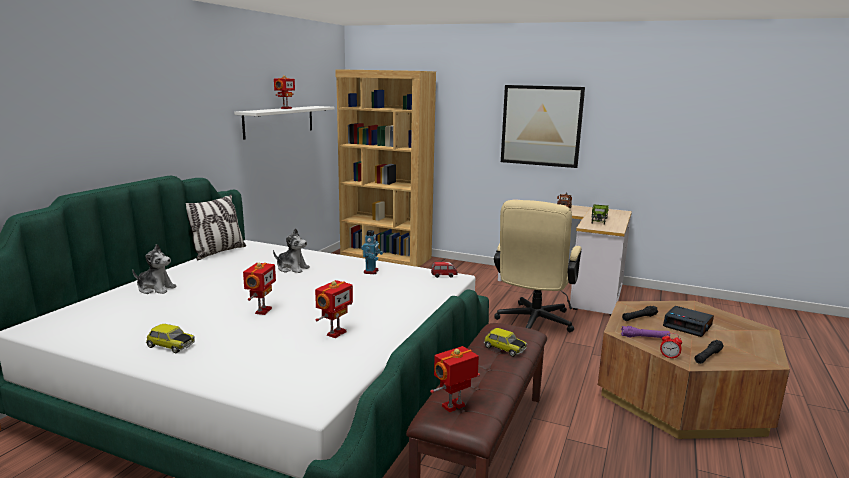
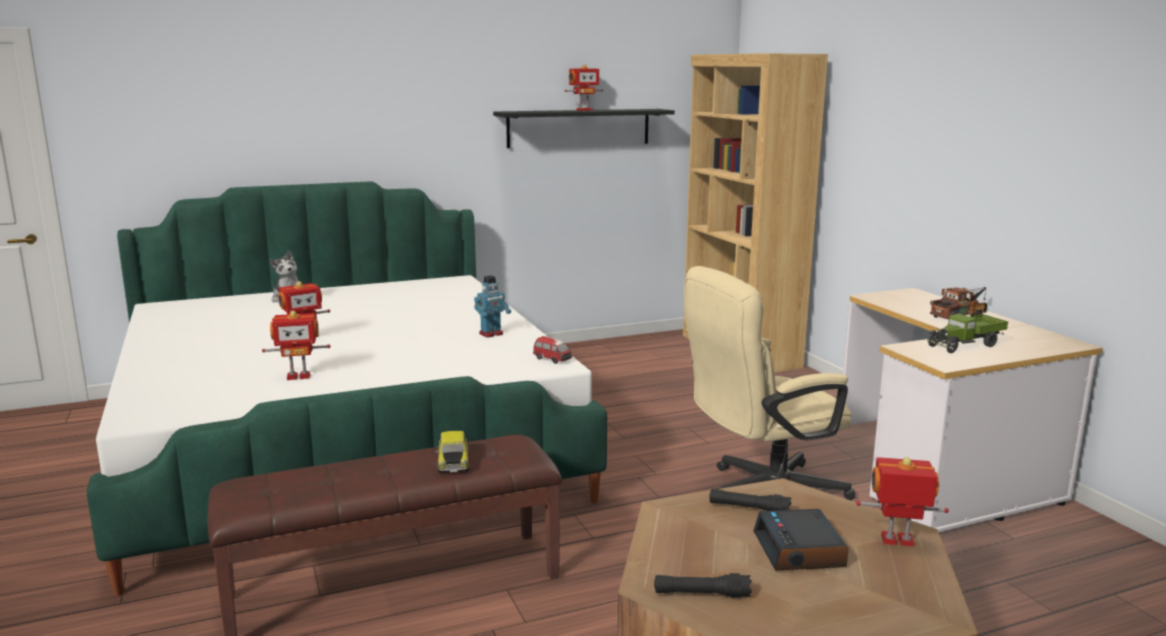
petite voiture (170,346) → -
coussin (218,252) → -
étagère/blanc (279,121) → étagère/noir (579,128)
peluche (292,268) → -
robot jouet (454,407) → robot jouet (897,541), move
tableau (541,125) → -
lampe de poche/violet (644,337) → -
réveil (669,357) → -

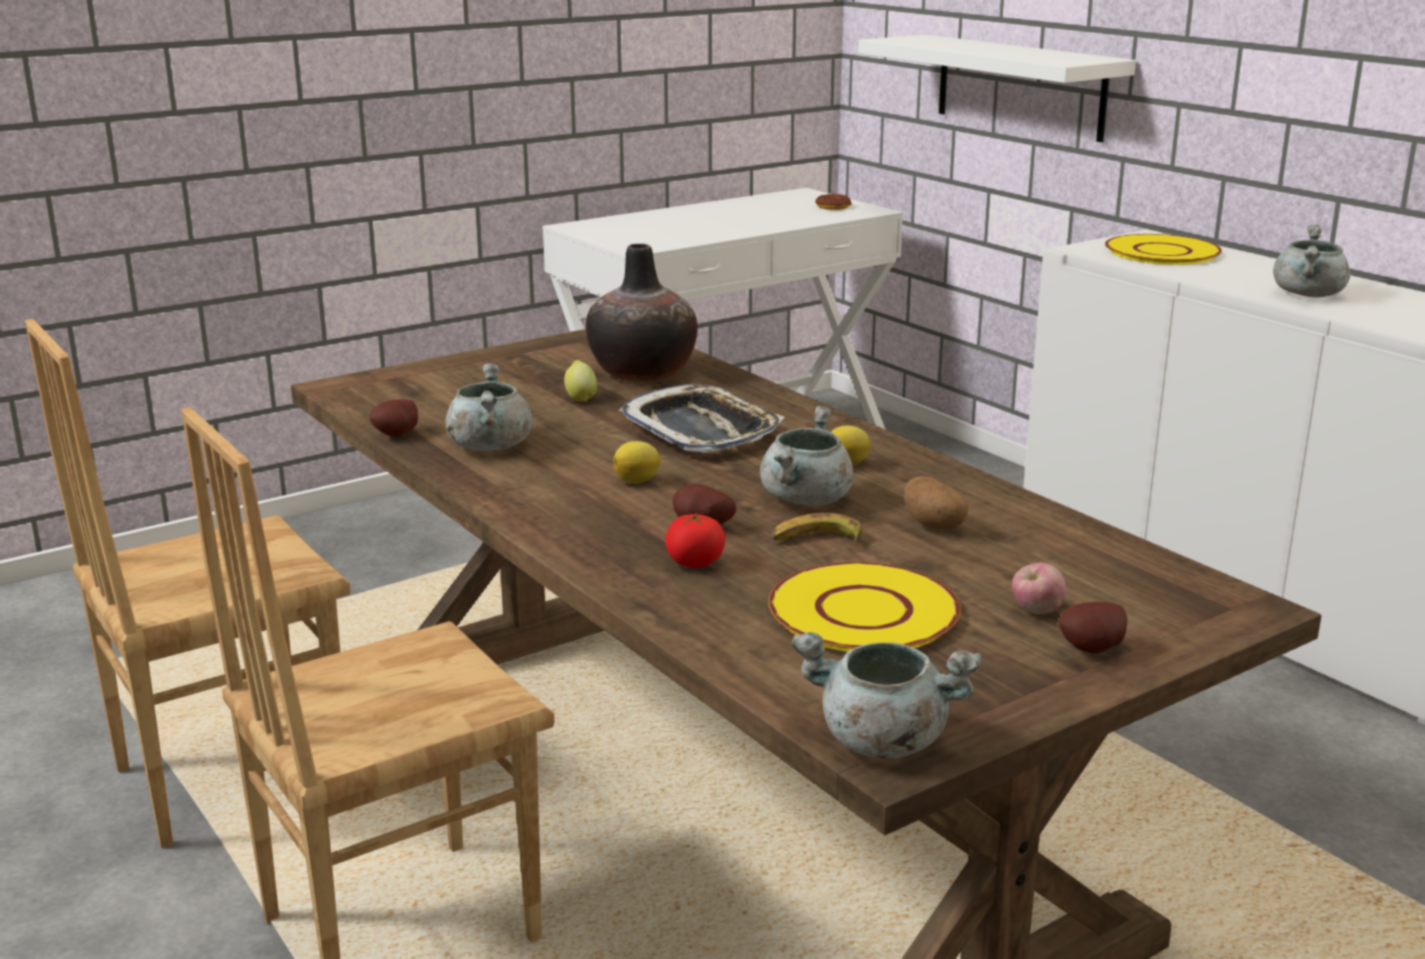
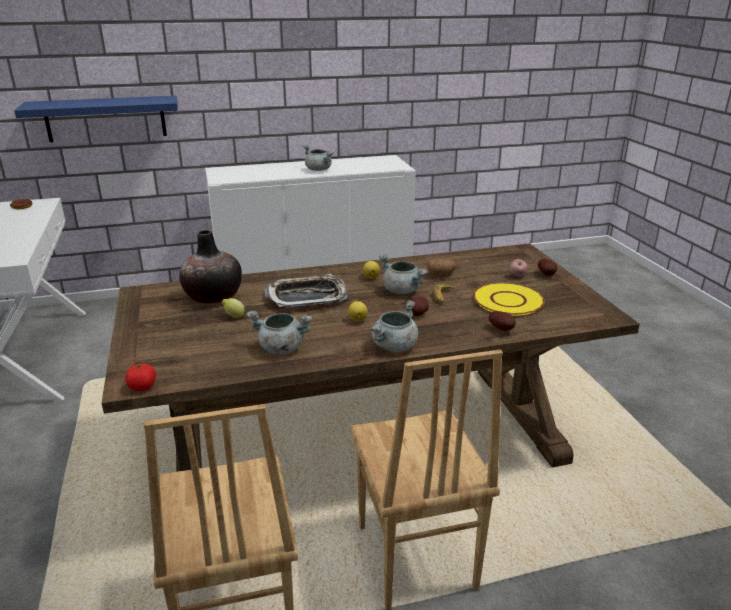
pomme de terre (399,435) → pomme de terre (502,329), move
tomate (695,563) → tomate (142,387), move
marmite/gris (880,741) → marmite/gris (394,347), move
étagère/blanc (1020,86) → étagère/bleu (106,118)
assiette/jaune (1163,252) → -

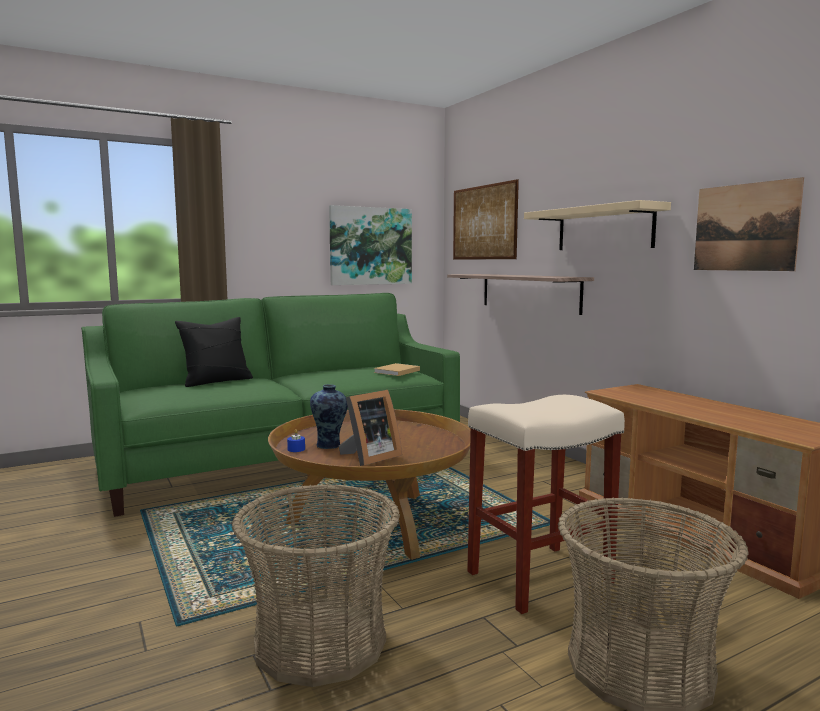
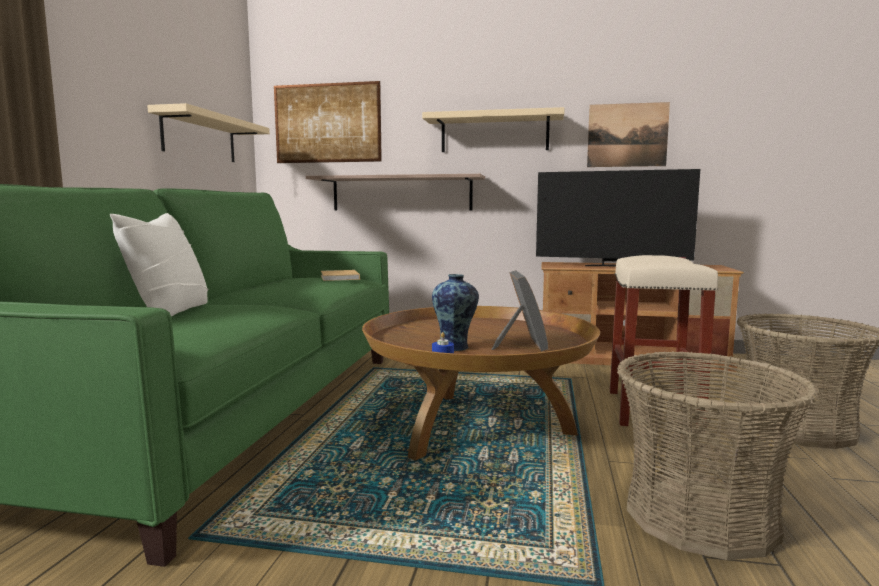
coussin/noir (216,381) → coussin/blanc (170,312)
tableau (370,246) → étagère/beige (199,137)
- → téléviseur (611,266)

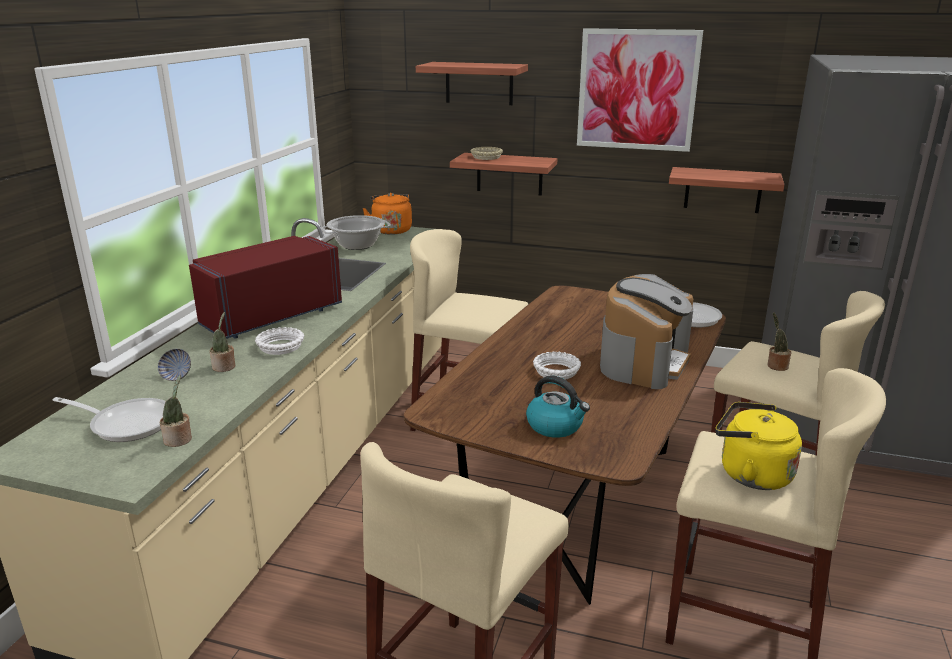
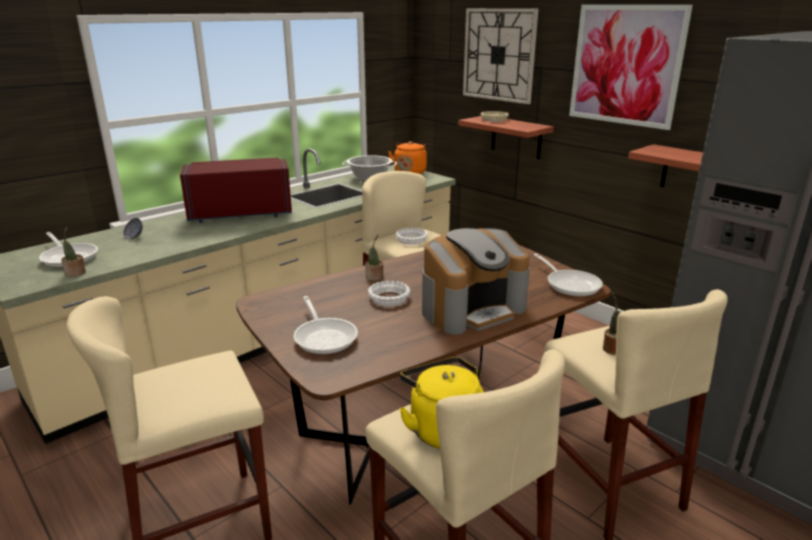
plante en pot (225,367) → plante en pot (374,277), move
bol/blanc (280,346) → bol/blanc (411,240), move
étagère (479,83) → horloge murale (499,55)
bouilloire (555,426) → poêle (324,336)

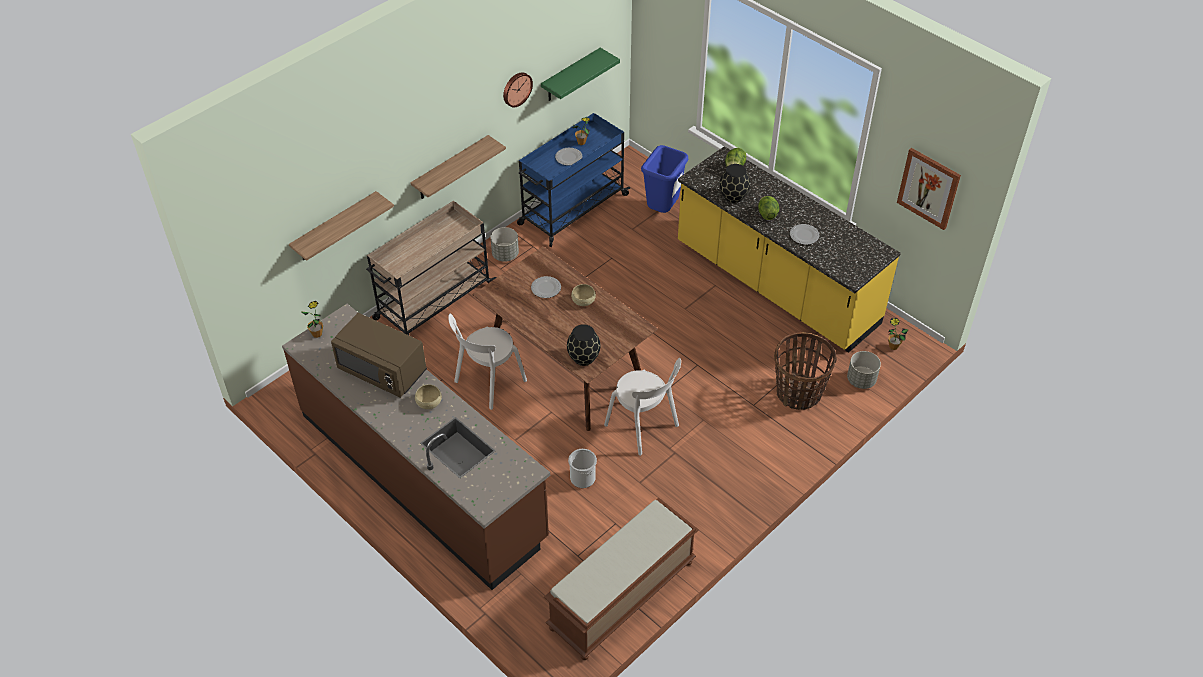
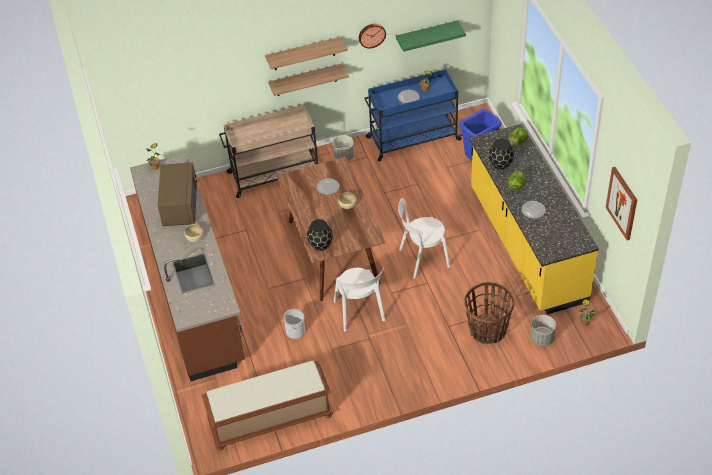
étagère (335,227) → étagère (304,54), move
micro-ondes/marron (383,370) → micro-ondes/marron (180,206), 150 degrees counterclockwise
chaise/blanc (488,383) → chaise/blanc (422,259), move

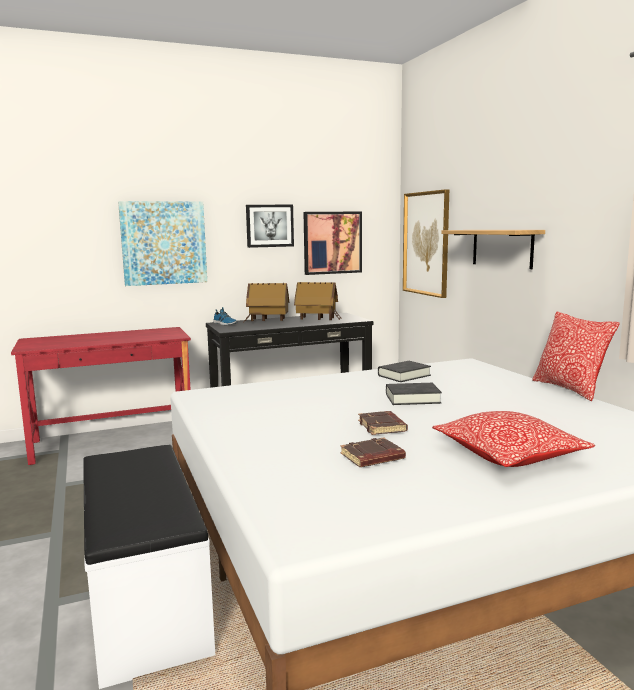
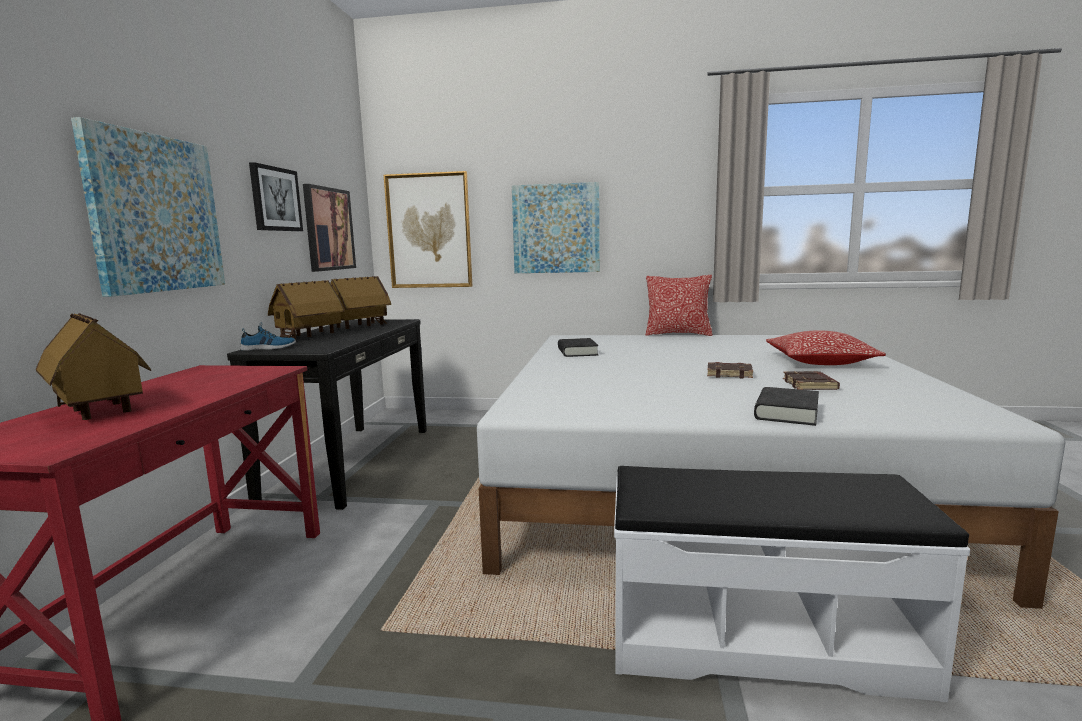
livre/noir (412,398) → livre/noir (786,412), move
étagère (502,248) → tableau (556,228)
- → maison miniature (99,411)

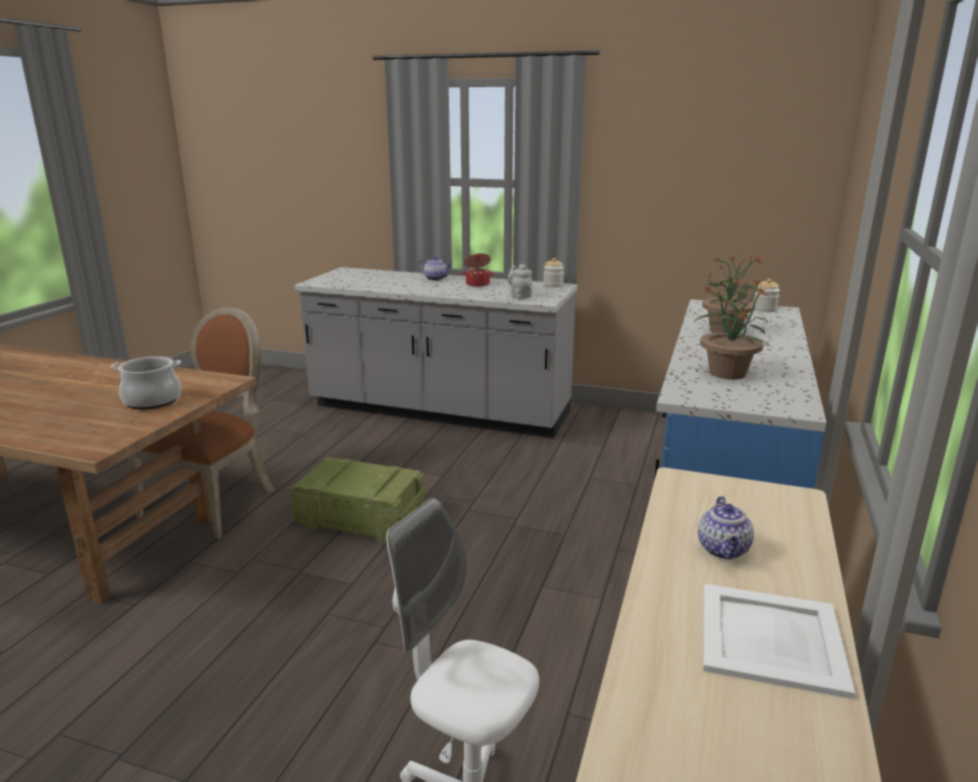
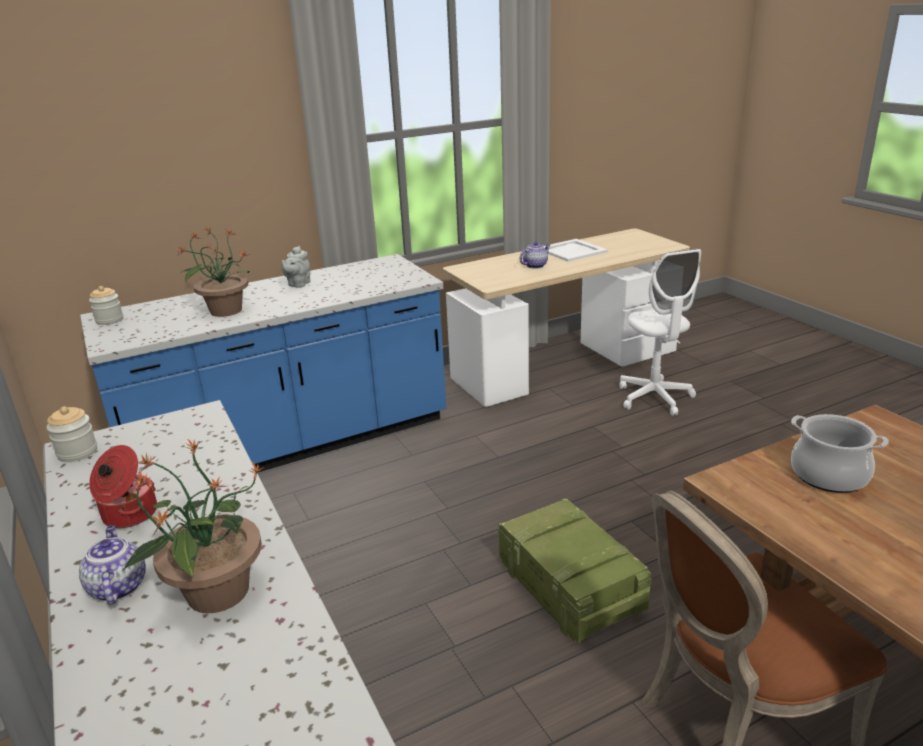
théière/gris (520,296) → théière/gris (298,284), move
plante en pot (727,373) → plante en pot (216,593), move

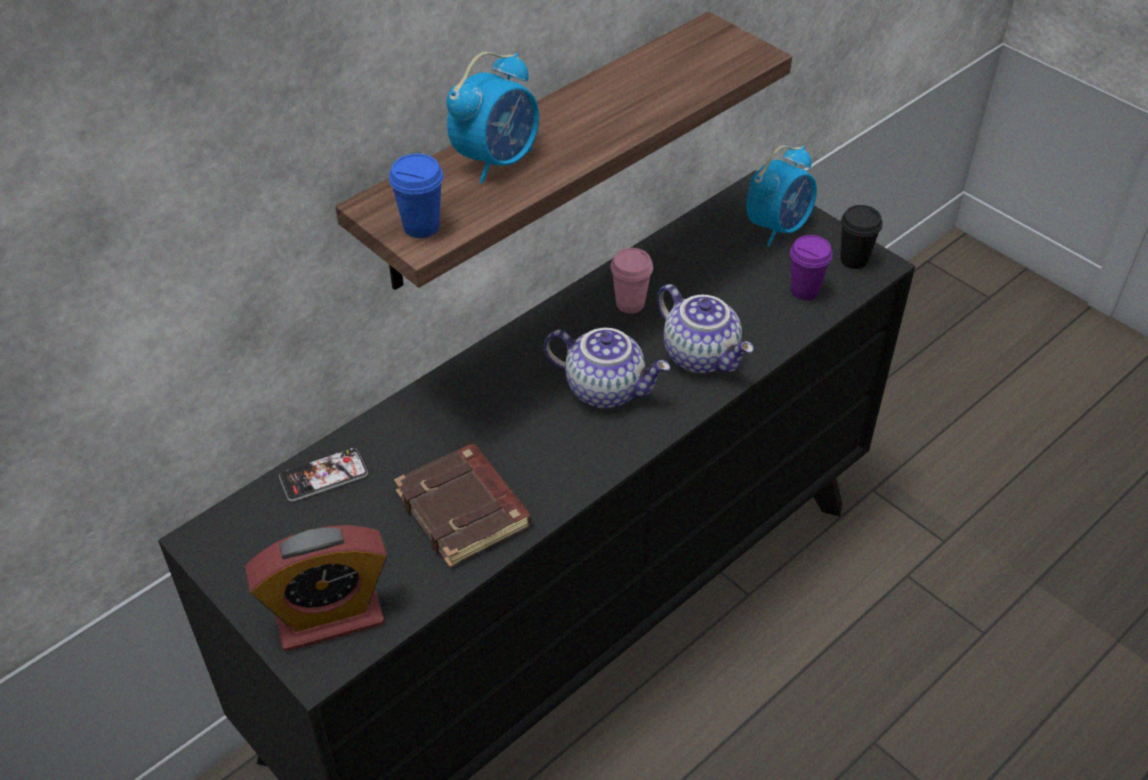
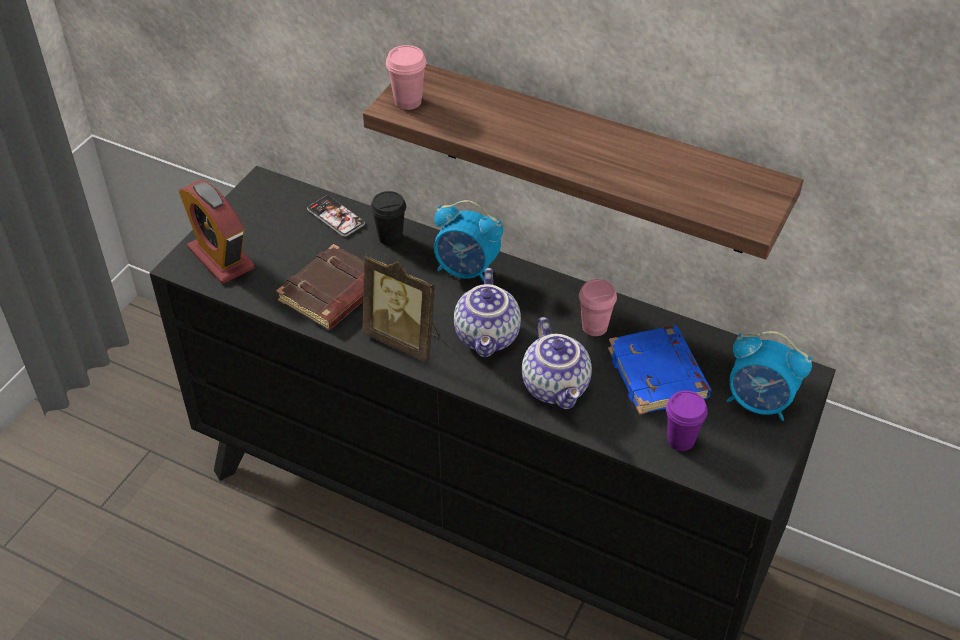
tasse/bleu (421,227) → tasse/rose (408,101)
réveil (497,160) → réveil (467,271), move
théière (702,355) → théière (557,387), 45 degrees counterclockwise
tasse/noir (854,260) → tasse/noir (390,237), move
- → cadre photo (405,339)
- → livre/bleu (659,375)

